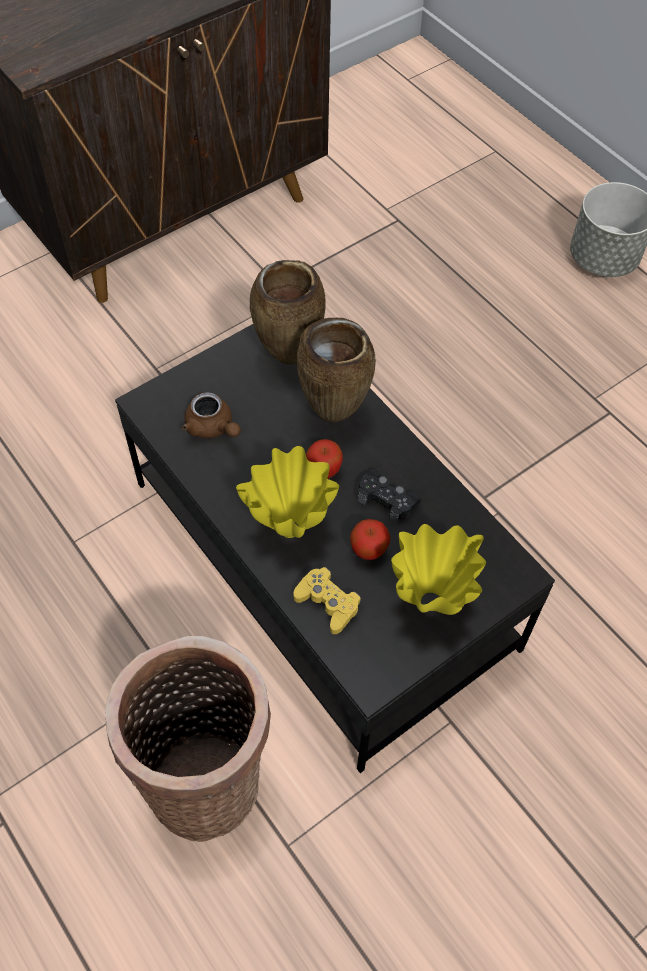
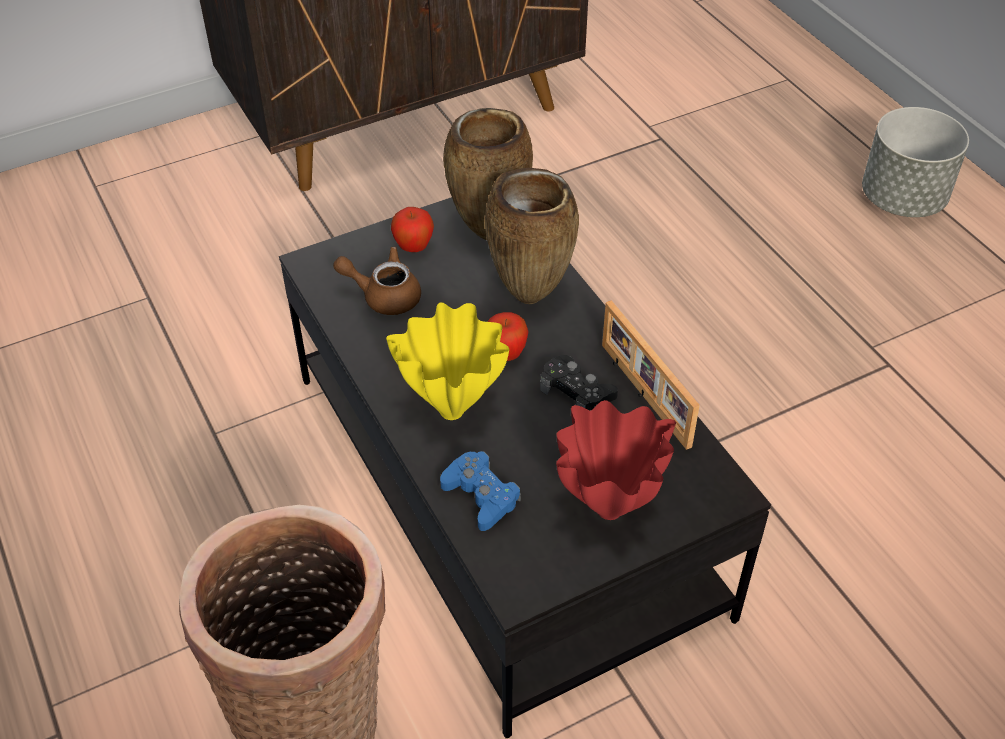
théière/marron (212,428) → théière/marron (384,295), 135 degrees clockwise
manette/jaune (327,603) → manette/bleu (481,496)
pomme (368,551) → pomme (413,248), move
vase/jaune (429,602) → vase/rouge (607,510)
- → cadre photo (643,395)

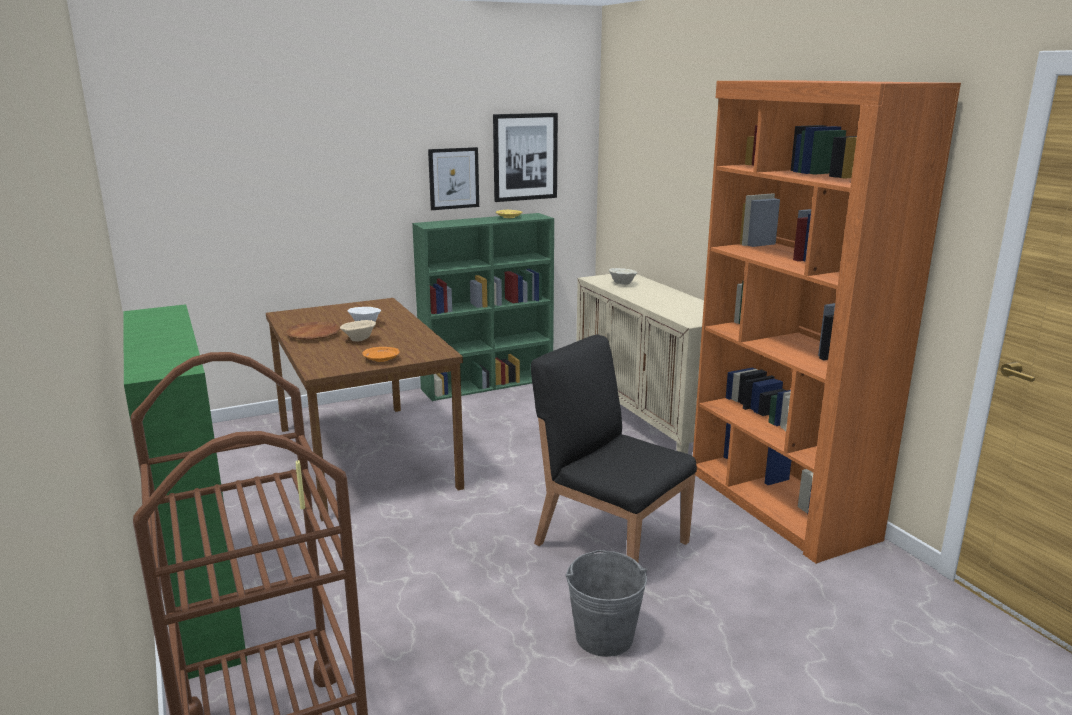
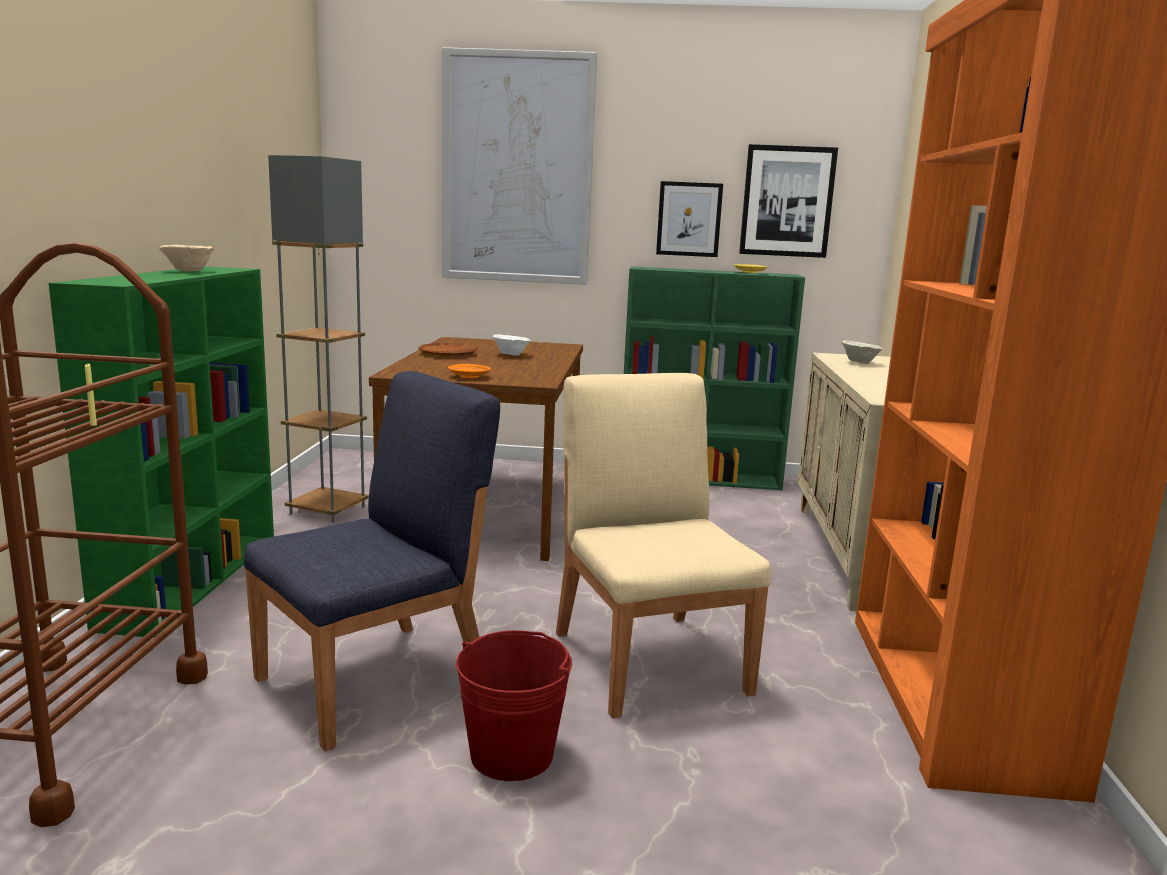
bol/beige (359,340) → bol/beige (188,271), move
chaise/noir (610,541) → chaise/beige (650,660)
seau/gris (604,637) → seau/rouge (512,754)
- → chaise/bleu (376,681)
- → lampadaire/gris (328,510)
- → tableau (517,169)

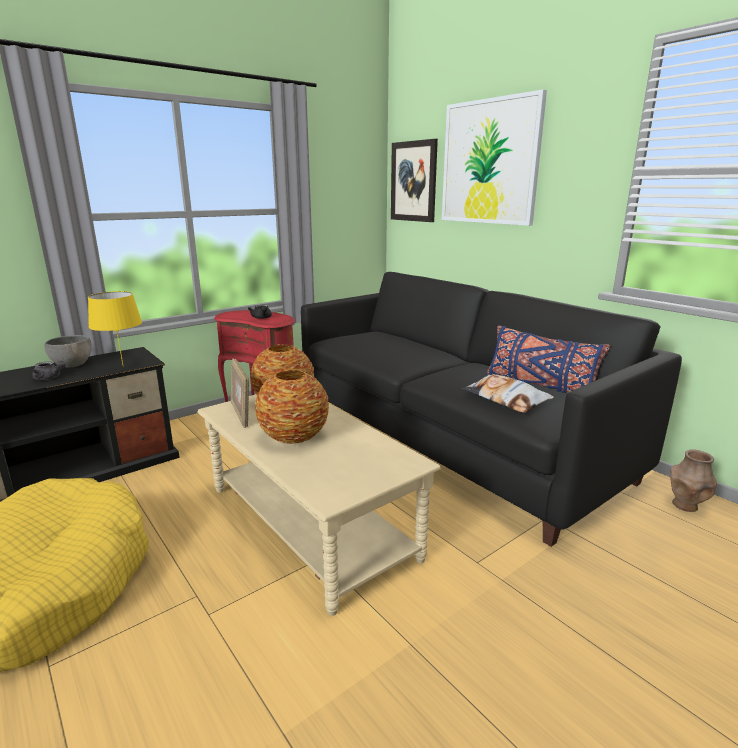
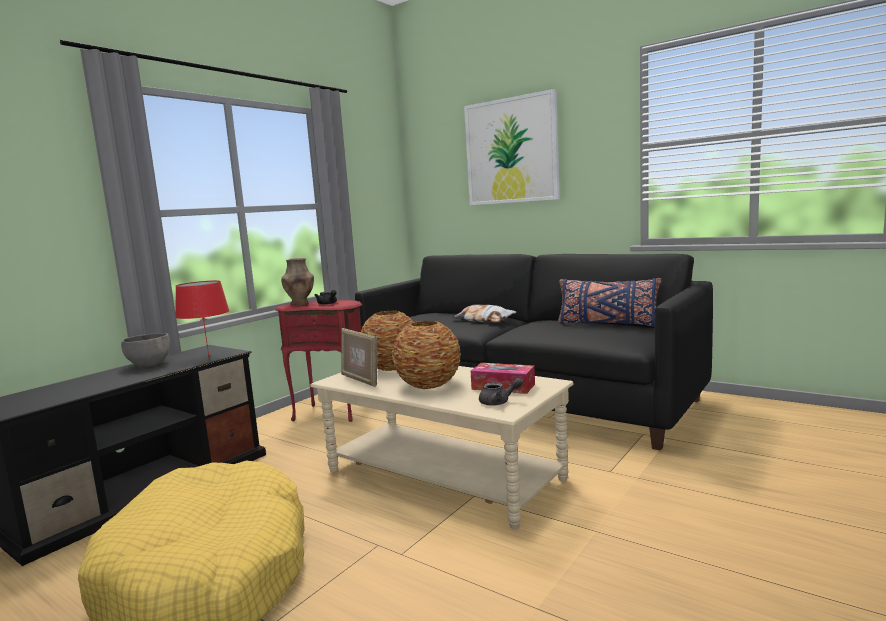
théière/gris (49,378) → théière/gris (499,402), move
lampe de table/jaune (122,366) → lampe de table/rouge (208,358)
tableau (413,181) → -
coussin (506,399) → coussin (483,320), move
vase/marron (685,506) → vase/marron (300,304), move
- → boîte à mouchoirs (503,387)

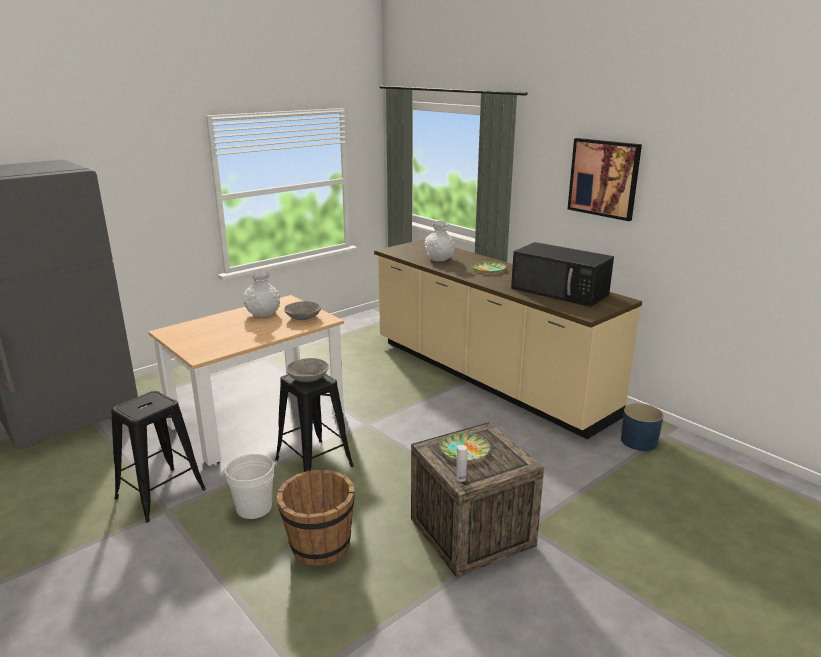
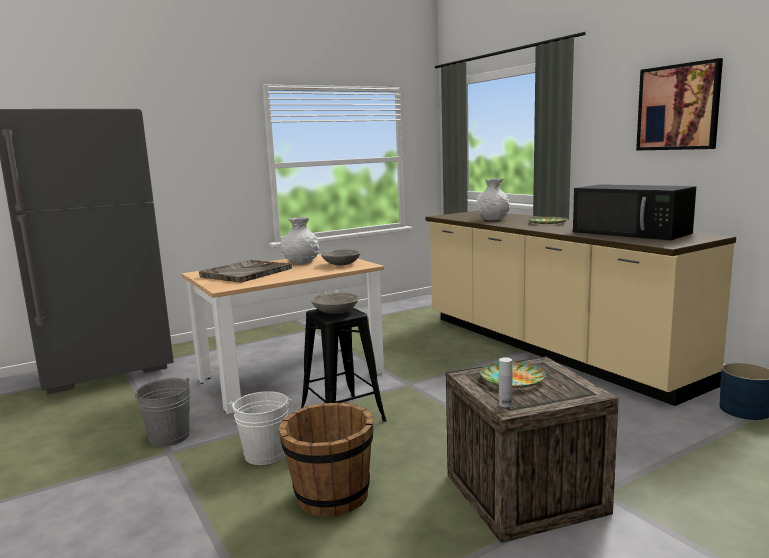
tabouret/noir (160,494) → seau/gris (169,437)
- → plateau/gris (245,273)

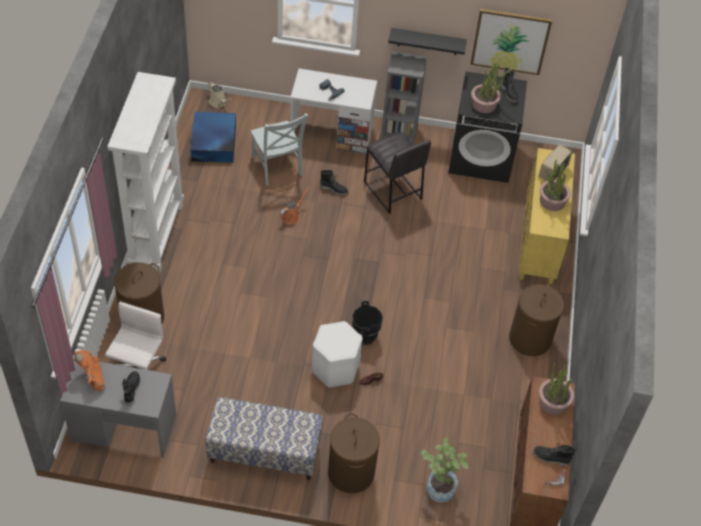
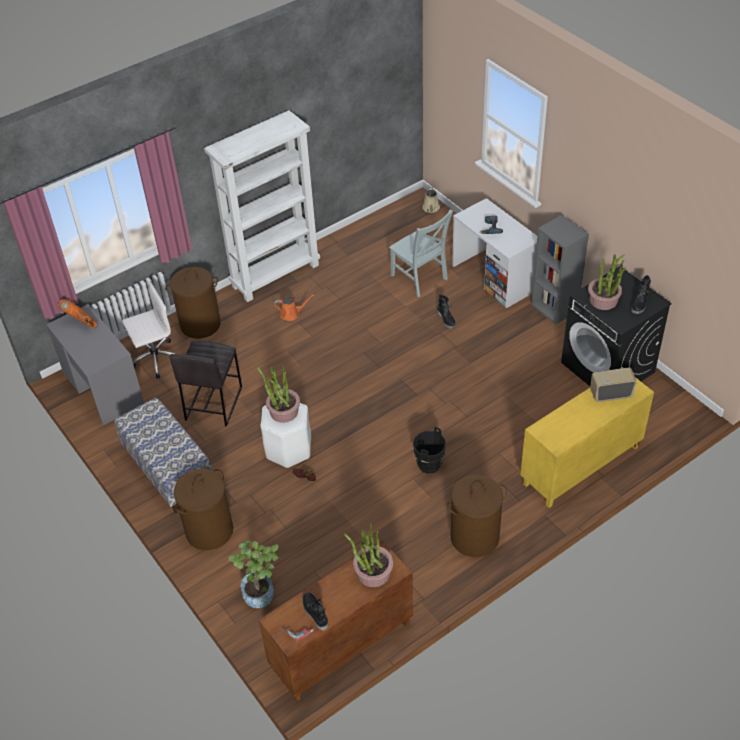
botte/orange (93,377) → botte/orange (81,323), 75 degrees counterclockwise
botte/noir (131,389) → -
boîte de rangement/bleu (213,143) → -
chaise/gris (277,167) → chaise/gris (420,278), 60 degrees counterclockwise
arrosoir/orange (291,216) → arrosoir/orange (291,314), move
seau/noir (365,336) → seau/noir (429,464), move
tabouret/gris (392,191) → tabouret/gris (213,403), move
étagère/noir (427,41) → -
tableau (510,41) → -
plante en pot (552,201) → plante en pot (283,411), move

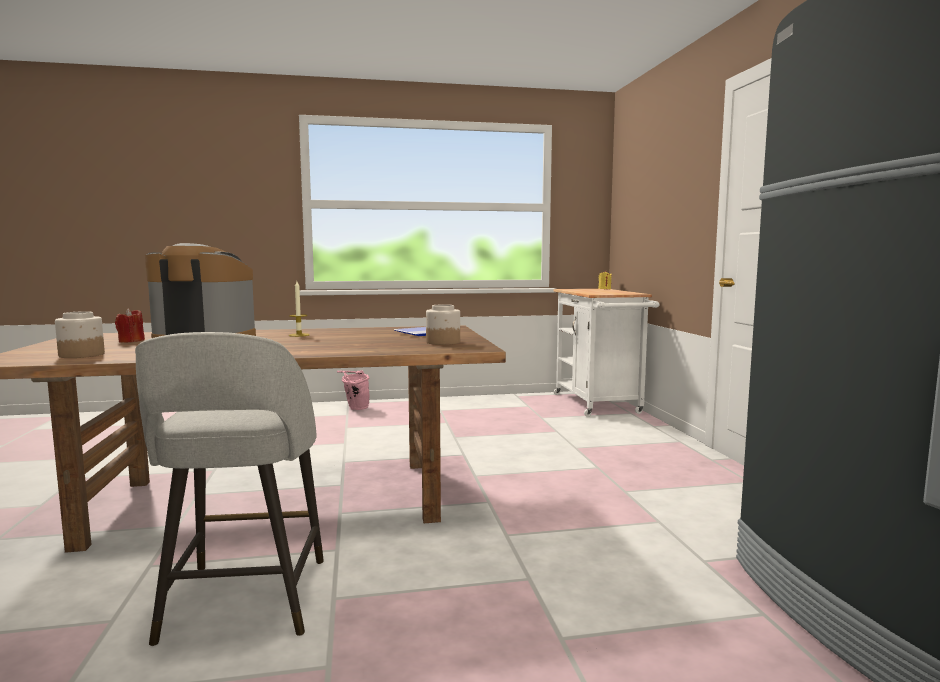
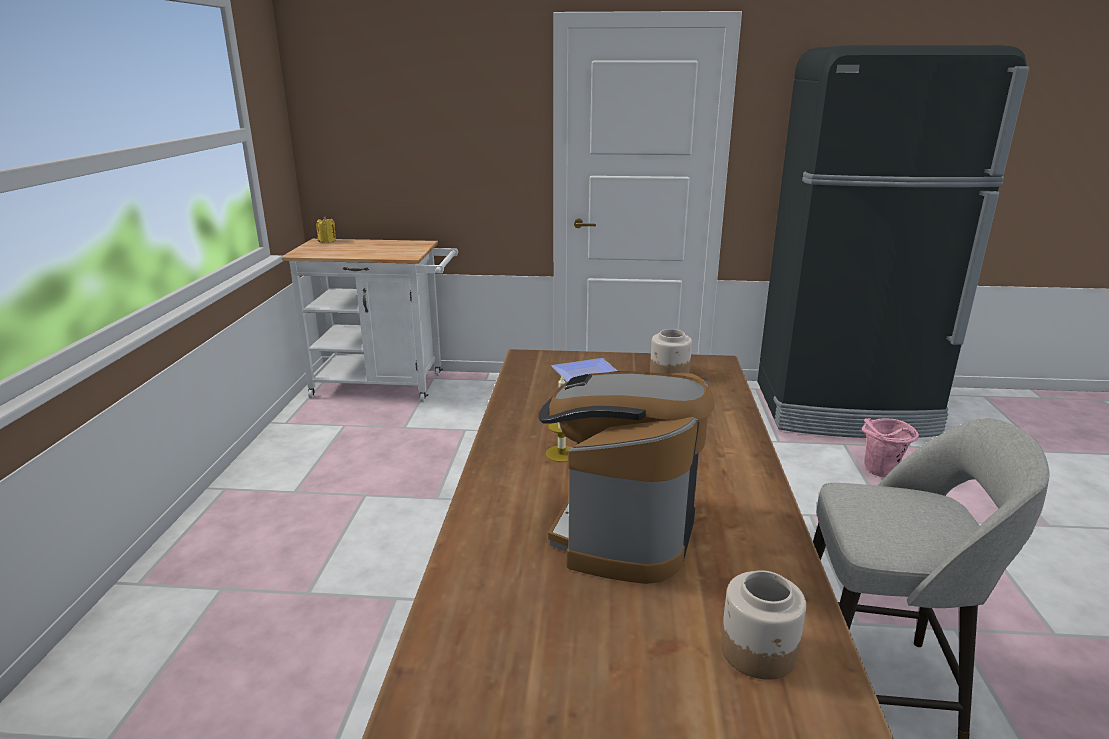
bougie/rouge (131,341) → -
seau/rose (355,408) → seau/rose (880,473), move

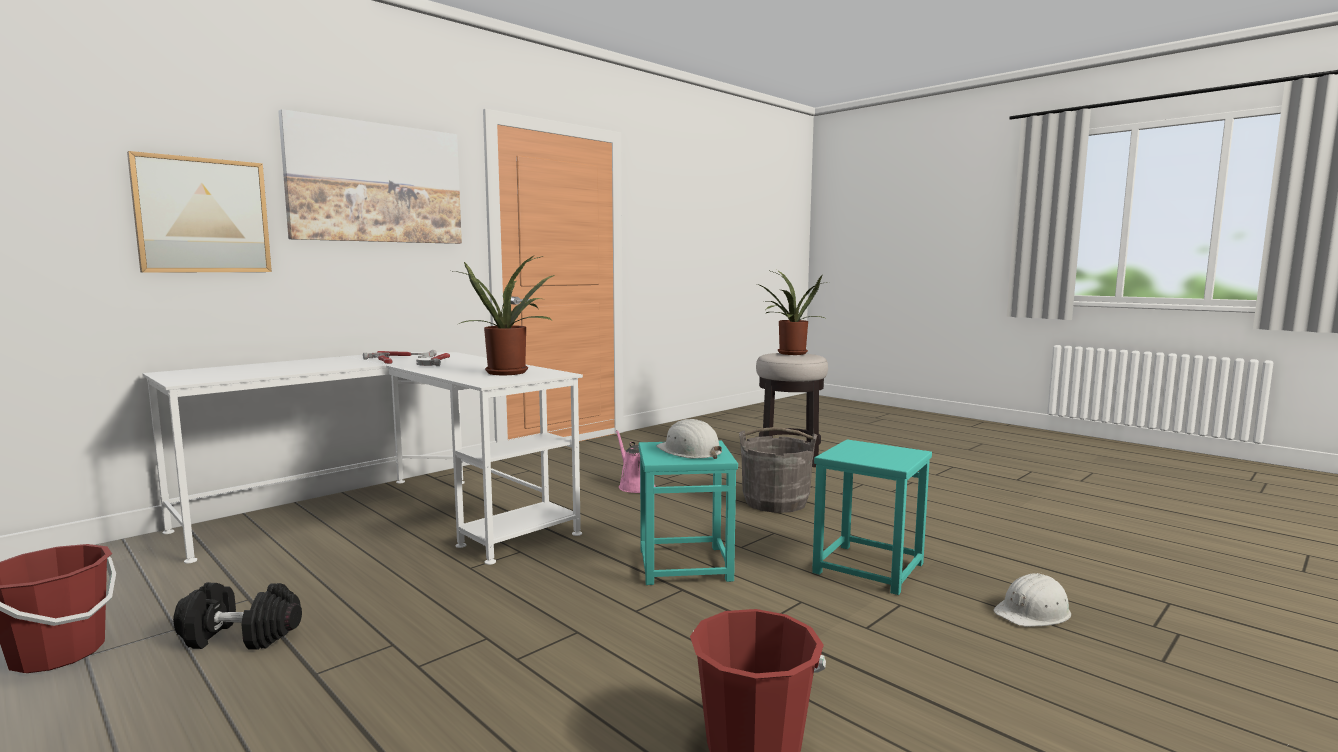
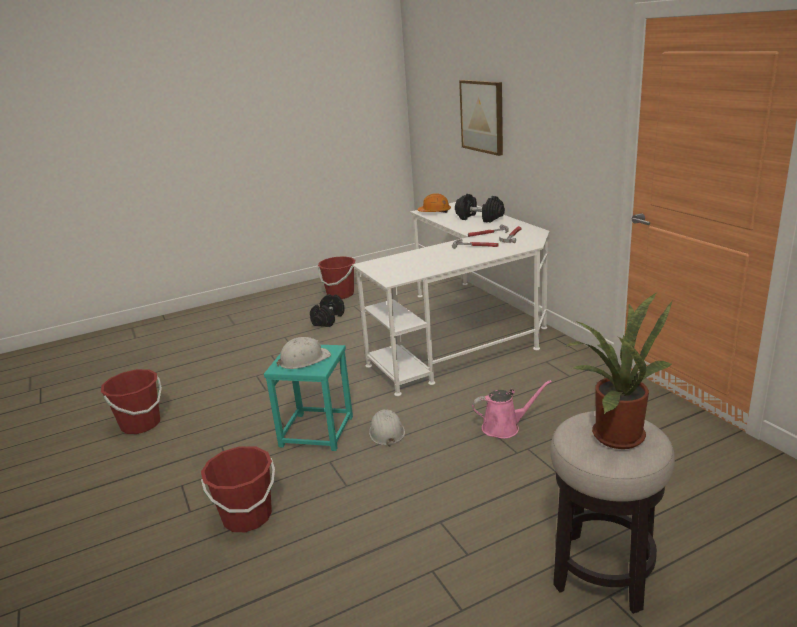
tableau (376,183) → -
plante en pot (509,372) → -
seau/gris (775,502) → -
tabouret/turquoise (867,568) → seau/rouge (247,517)
casque de chantier/blanc (1033,612) → casque de chantier/blanc (386,432), move
- → casque de chantier/orange (435,212)
- → haltère/noir (479,218)

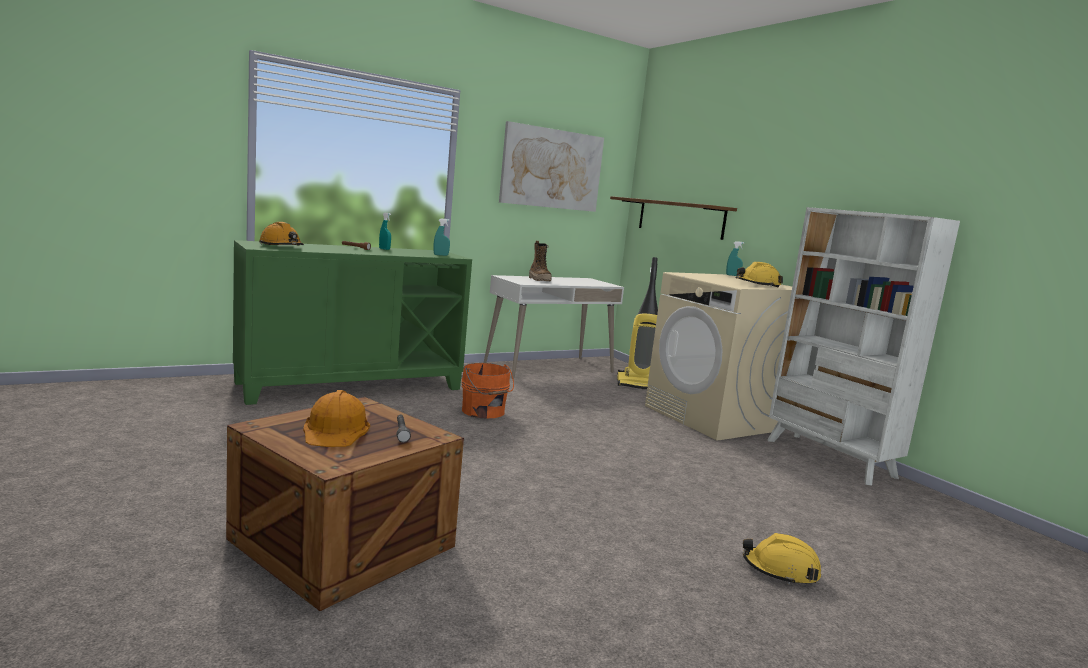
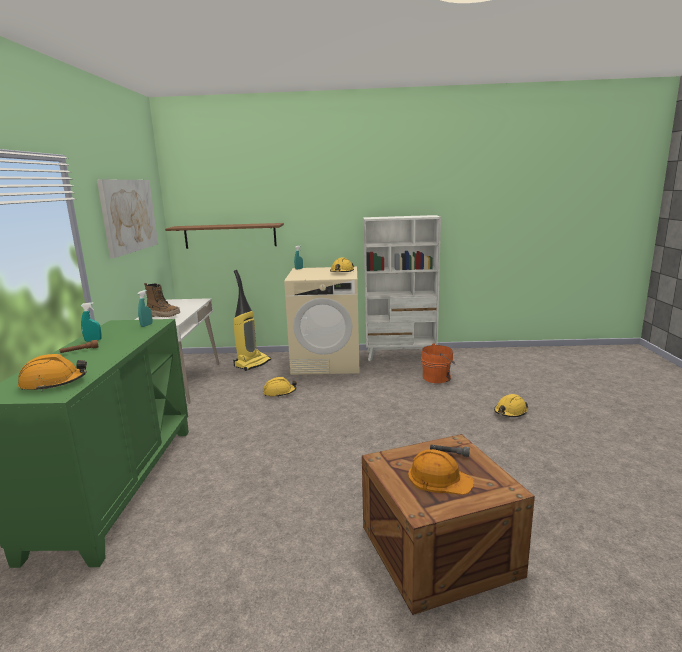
seau/orange (484,412) → seau/orange (438,377), move
- → casque de chantier/jaune (279,392)

